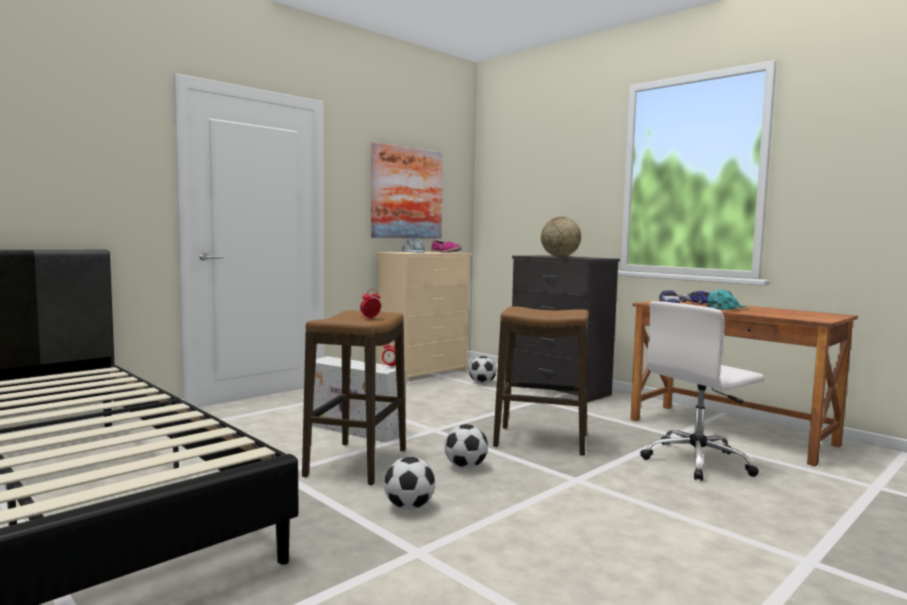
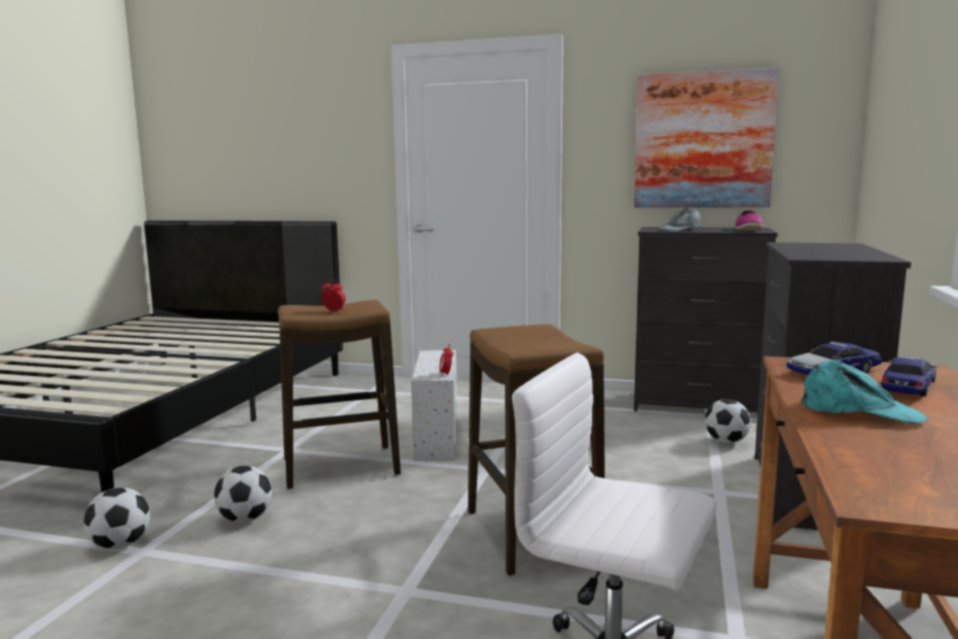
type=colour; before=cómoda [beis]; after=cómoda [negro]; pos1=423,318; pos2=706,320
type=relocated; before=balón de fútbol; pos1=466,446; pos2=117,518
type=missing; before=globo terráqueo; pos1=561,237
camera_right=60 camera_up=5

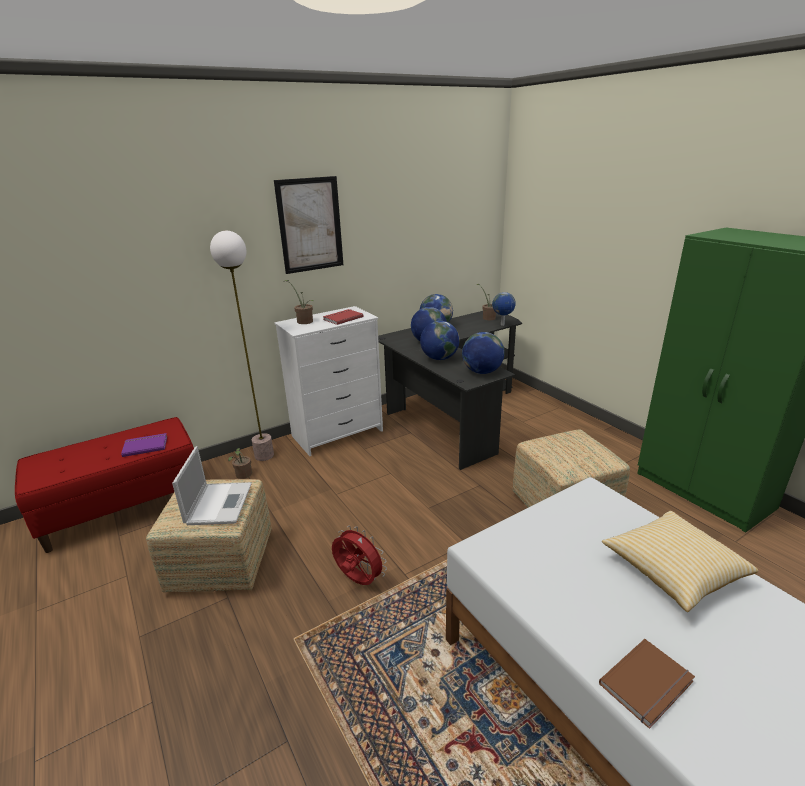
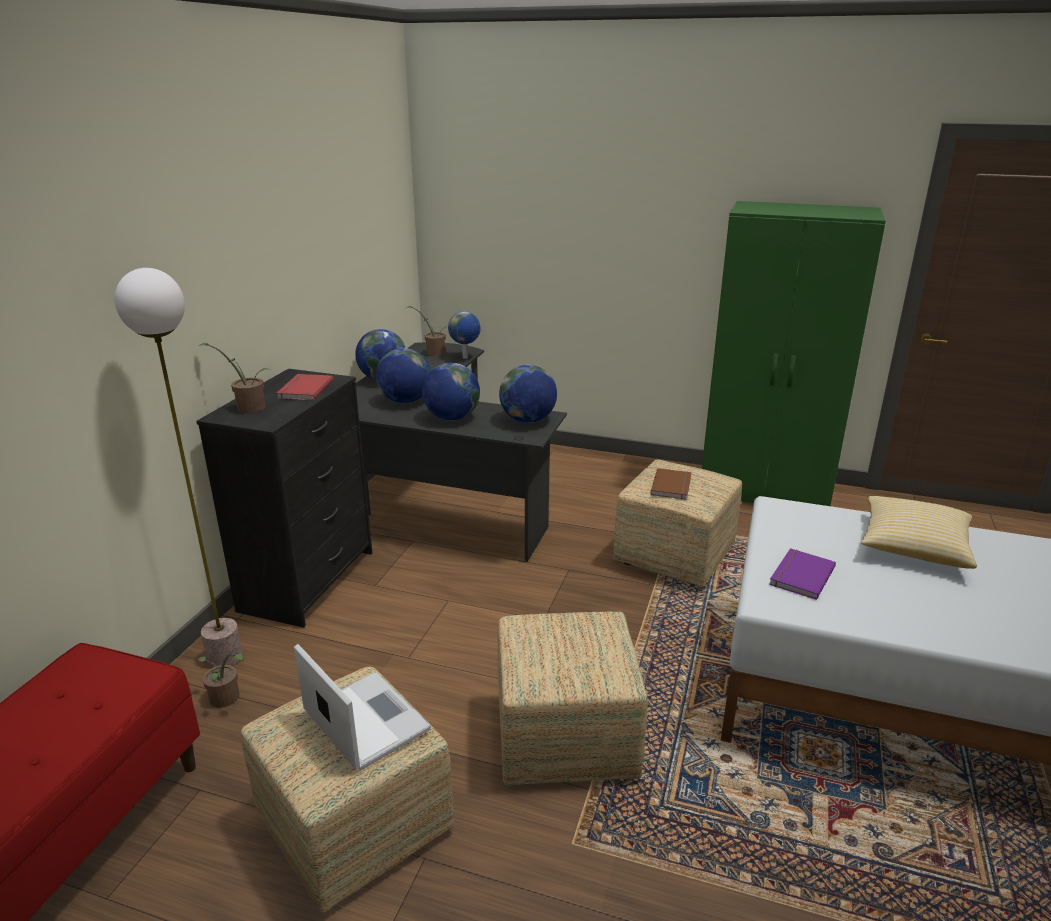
type=relocated; before=libro [morado]; pos1=144,445; pos2=802,574
type=missing; before=cuadro; pos1=308,225
type=colour; before=cómoda [blanco]; after=cómoda [negro]; pos1=328,381; pos2=284,498
type=exchanged; before=ventilador [rojo]; after=puf; pos1=359,555; pos2=572,698
type=relocated; before=libro [marrón]; pos1=647,684; pos2=671,484
camera_right=-40 camera_up=0

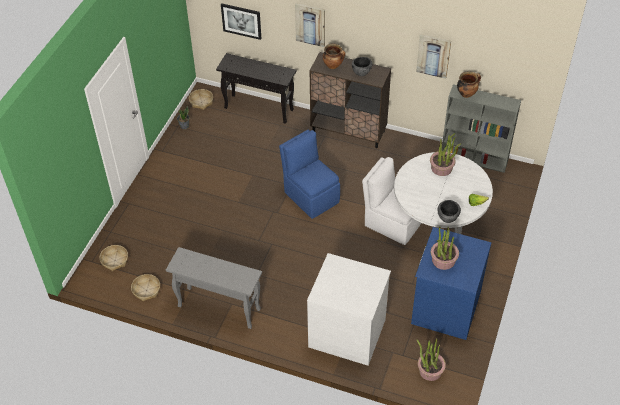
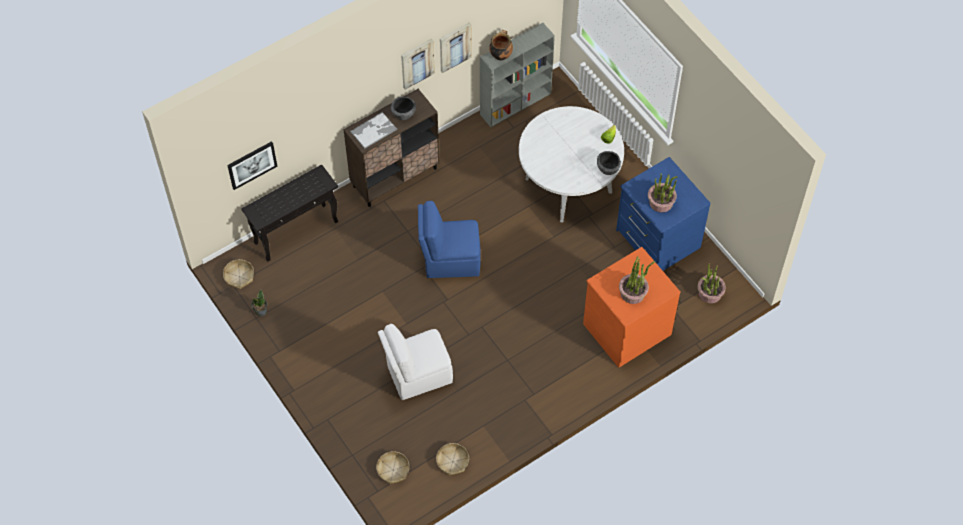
type=missing; before=mesa consola [gris]; pos1=214,288
type=relocated; before=cuadro; pos1=310,25; pos2=418,64
type=colour; before=cómoda [blanco]; after=cómoda [naranja]; pos1=349,309; pos2=632,307
type=exchanged; before=olla; after=bandeja; pos1=334,56; pos2=373,130
type=relocated; before=silla [blanco]; pos1=391,201; pos2=415,362
type=relocated; before=planta en maceta; pos1=445,154; pos2=637,280
camera_right=-55 camera_up=10

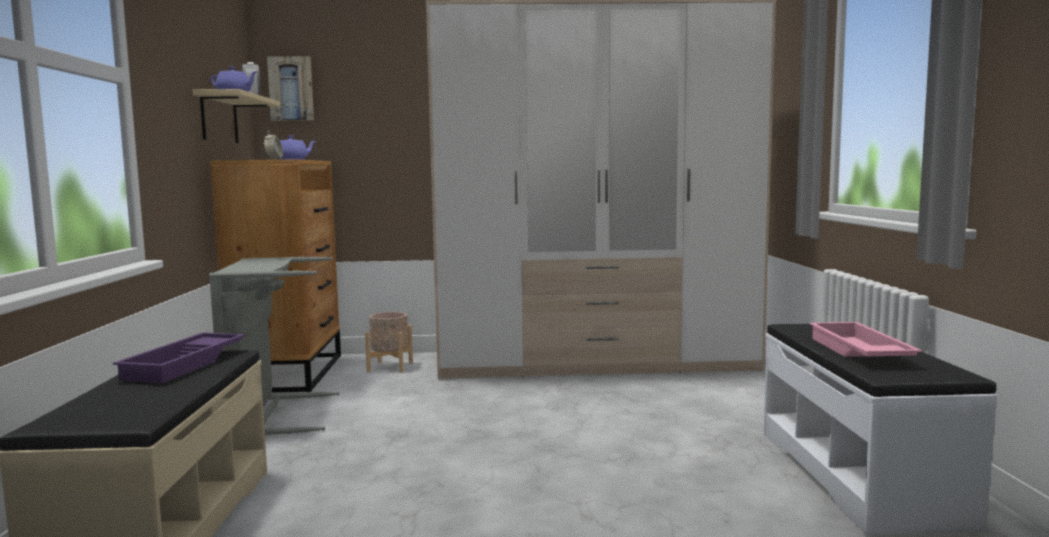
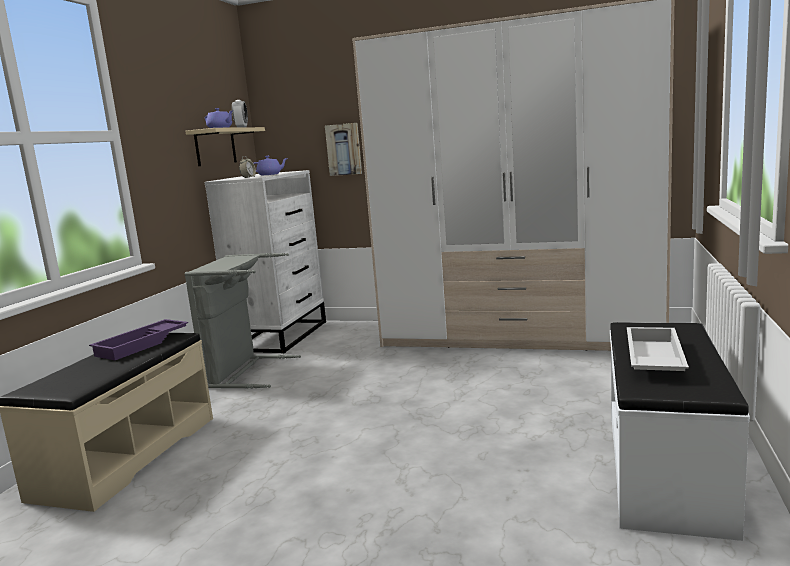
type=colour; before=cómoda [marrón]; after=cómoda [blanco]; pos1=275,276; pos2=265,261
type=relocated; before=cuadro; pos1=290,88; pos2=343,149
type=missing; before=maceta [beis]; pos1=389,342
type=colour; before=bandeja [rosa]; after=bandeja [blanco]; pos1=866,339; pos2=658,349
camera_right=20 camera_up=5

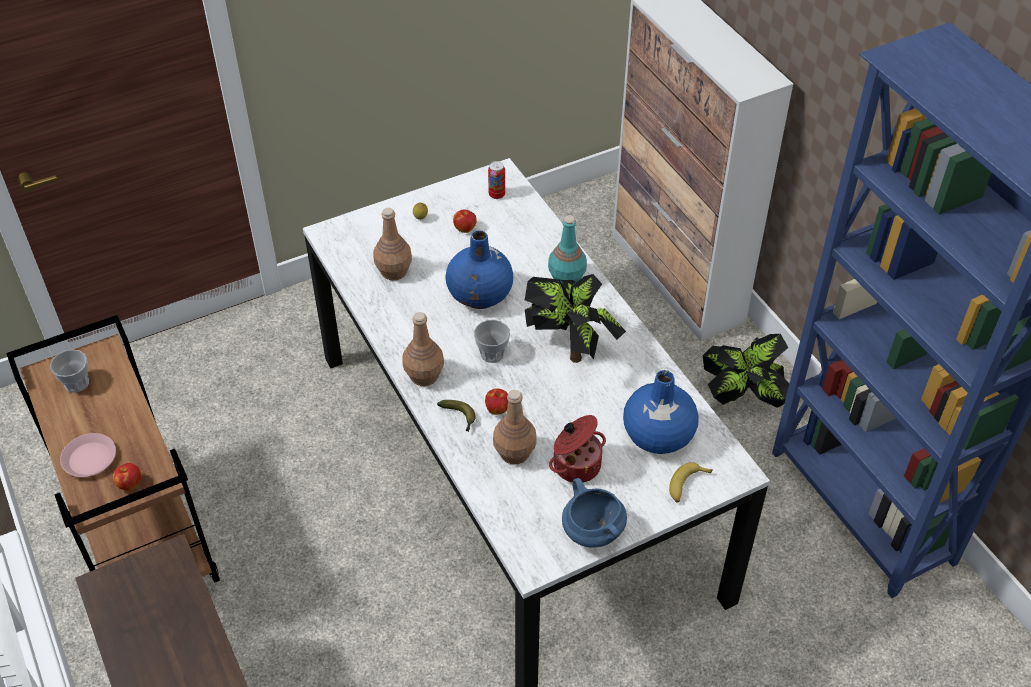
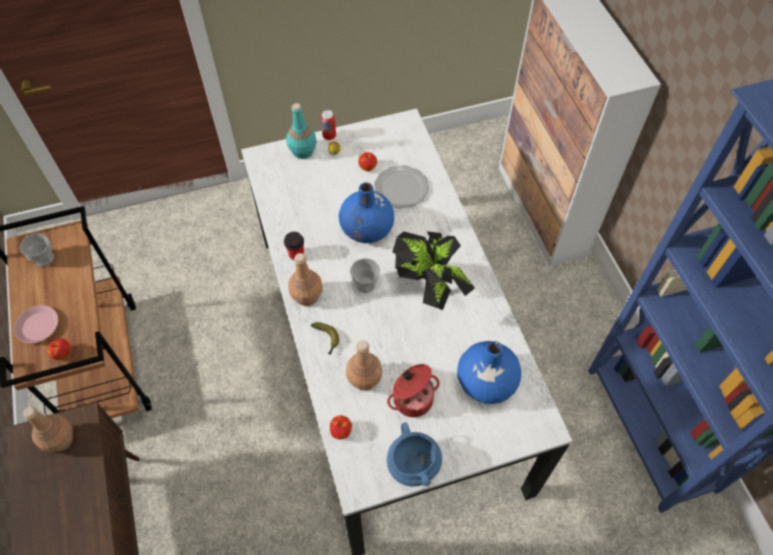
type=relocated; before=botella [marrón]; pos1=392,244; pos2=48,429
type=relocated; before=manzana; pos1=496,401; pos2=341,427
type=relocated; before=lata; pos1=496,180; pos2=328,125
type=relocated; before=botella [turquesa]; pos1=567,249; pos2=301,131
type=missing; before=plátano; pos1=691,482
type=missing; before=planta en maceta; pos1=746,371
type=appeared; after=taza; pos2=294,246
type=appeared; after=plato; pos2=401,186
camera_right=10 camera_up=10

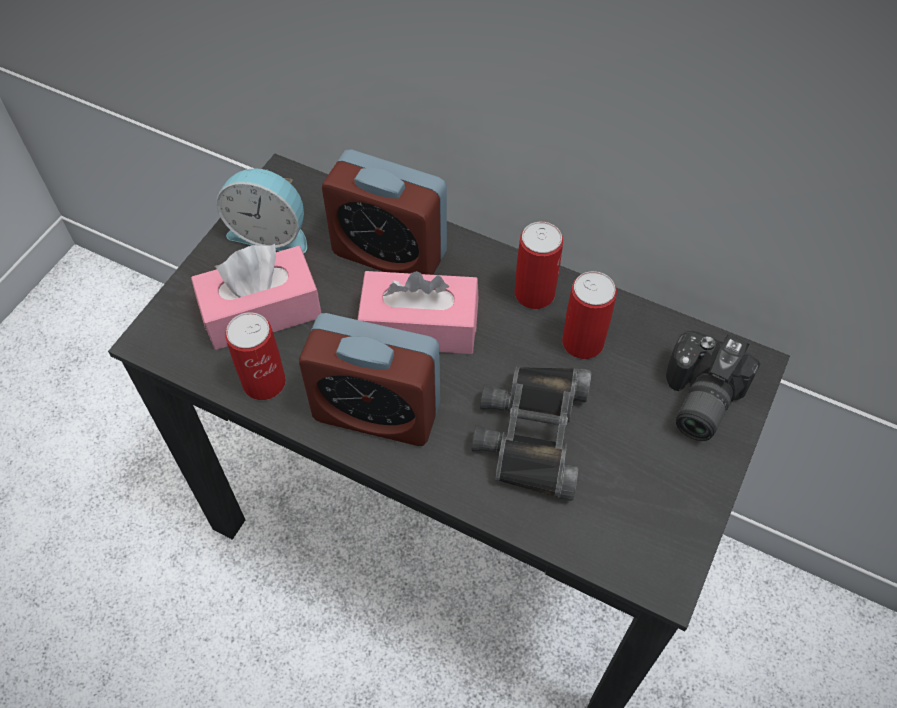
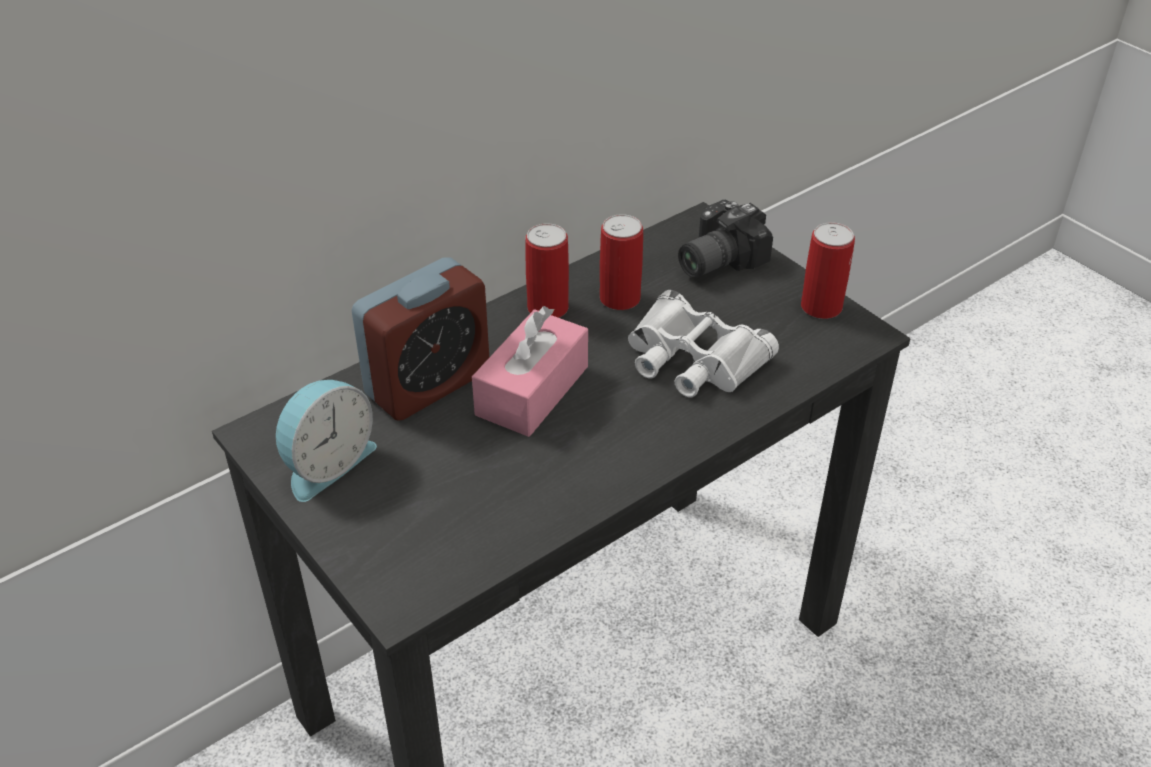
type=missing; before=caja de pañuelos [rosa]; pos1=256,297
type=relocated; before=lata; pos1=255,356; pos2=828,270
type=missing; before=despertador; pos1=369,379
type=colour; before=prismáticos [negro]; after=prismáticos [blanco]; pos1=532,433; pos2=703,343
type=spun; before=cámara; pos1=713,386; pos2=725,238; turn=90
camera_right=-65 camera_up=-15

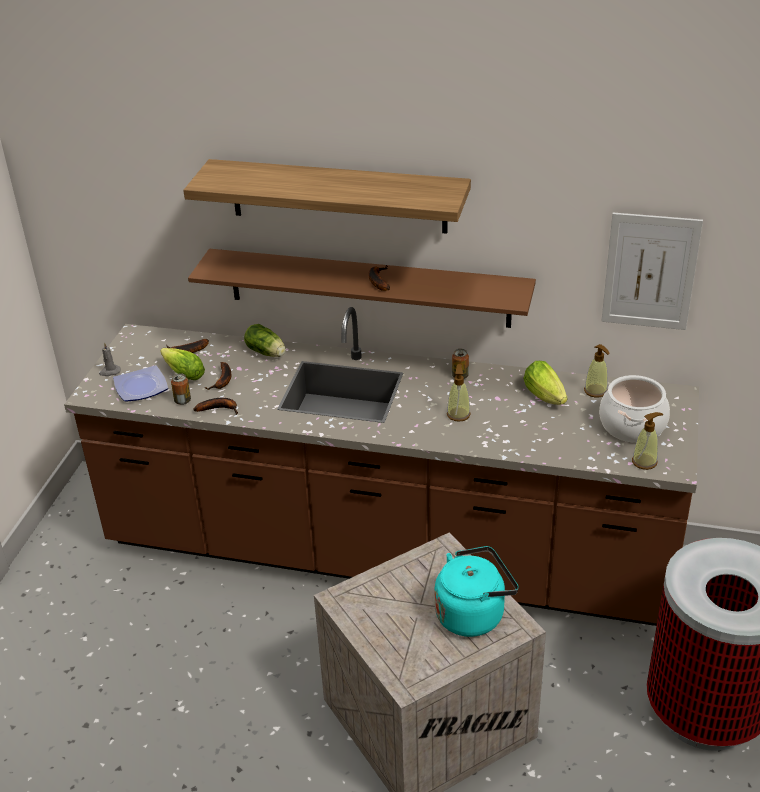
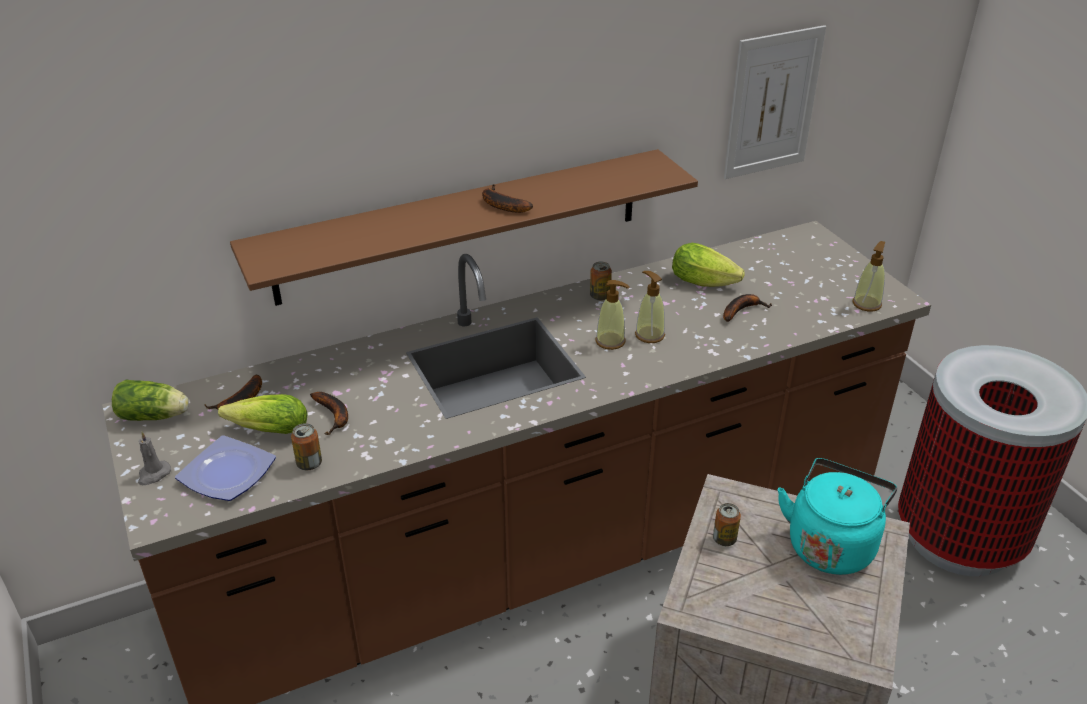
type=missing; before=estante; pos1=327,196
type=relocated; before=plátano; pos1=215,406; pos2=747,308
type=relocated; before=lechuga; pos1=264,340; pos2=150,400
type=relocated; before=dispensador de jabón; pos1=597,370; pos2=612,315
type=missing; before=olla; pos1=634,409
type=appeared; after=lata; pos2=727,524
camera_right=-40 camera_up=0

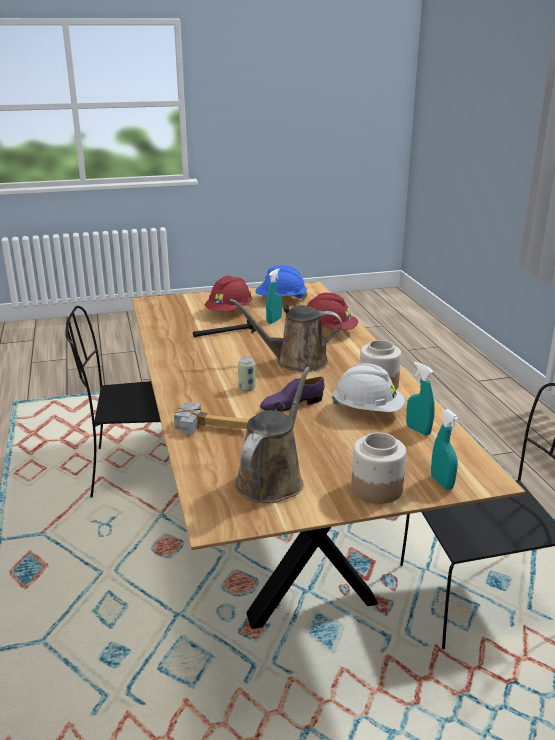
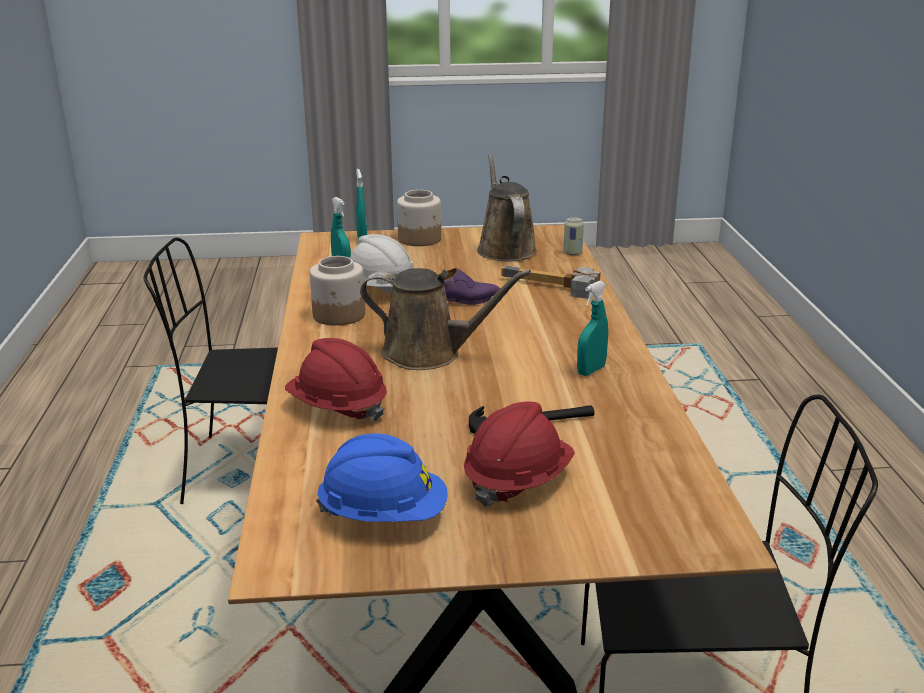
type=spun; before=regadera [marrón]; pos1=272,435; pos2=507,207; turn=135
type=relocated; before=lata; pos1=246,374; pos2=573,236
type=relocated; before=pulverizador [turquesa]; pos1=274,296; pos2=592,328
camera_right=-170 camera_up=0

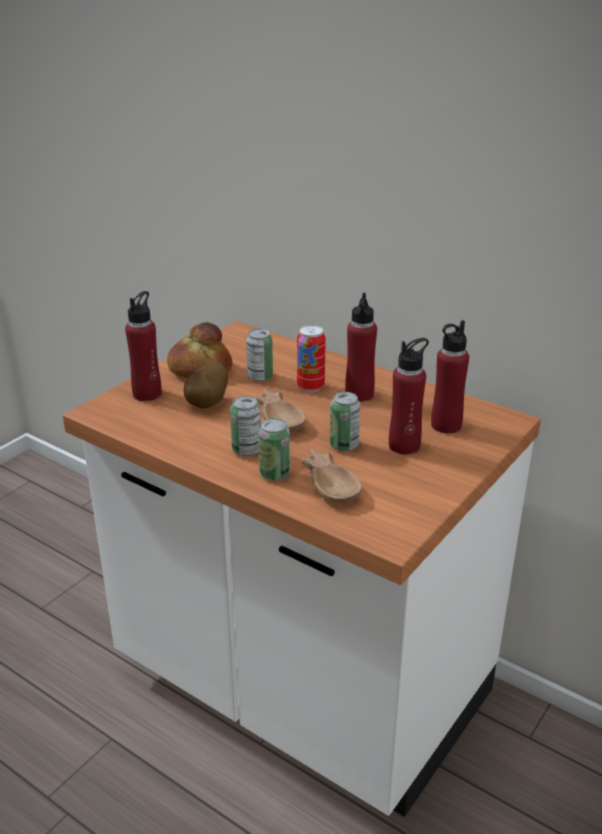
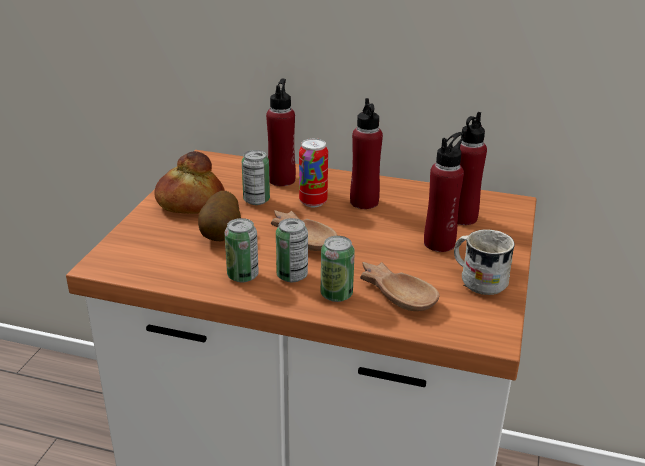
type=relocated; before=botella [rojo]; pos1=143,346; pos2=281,132
type=relocated; before=lata; pos1=345,422; pos2=242,250
type=appeared; after=taza grande [blanco]; pos2=484,262
camera_right=-20 camera_up=0

